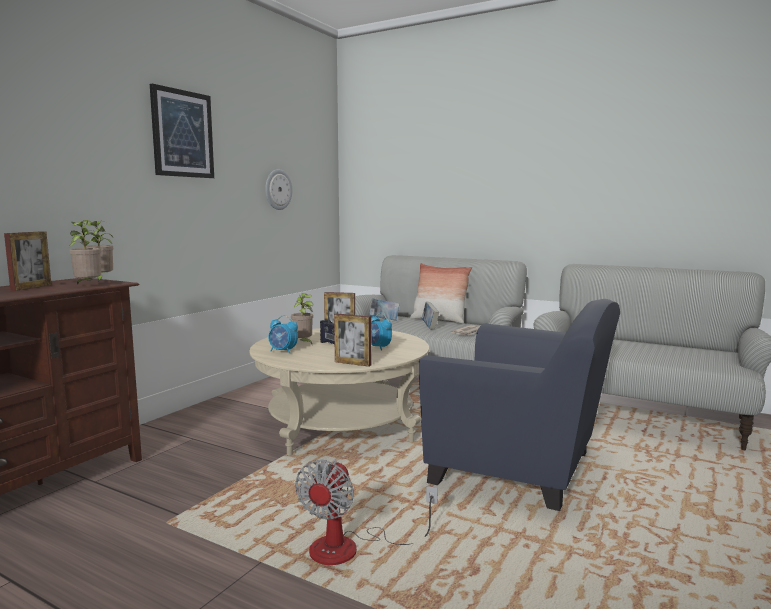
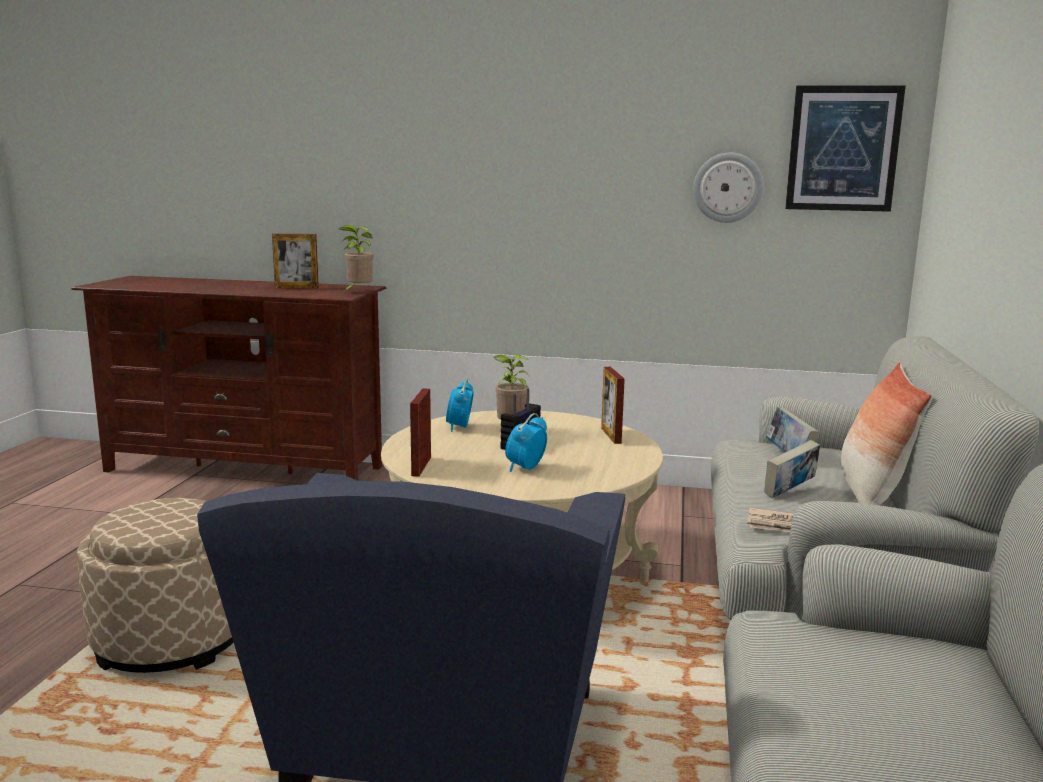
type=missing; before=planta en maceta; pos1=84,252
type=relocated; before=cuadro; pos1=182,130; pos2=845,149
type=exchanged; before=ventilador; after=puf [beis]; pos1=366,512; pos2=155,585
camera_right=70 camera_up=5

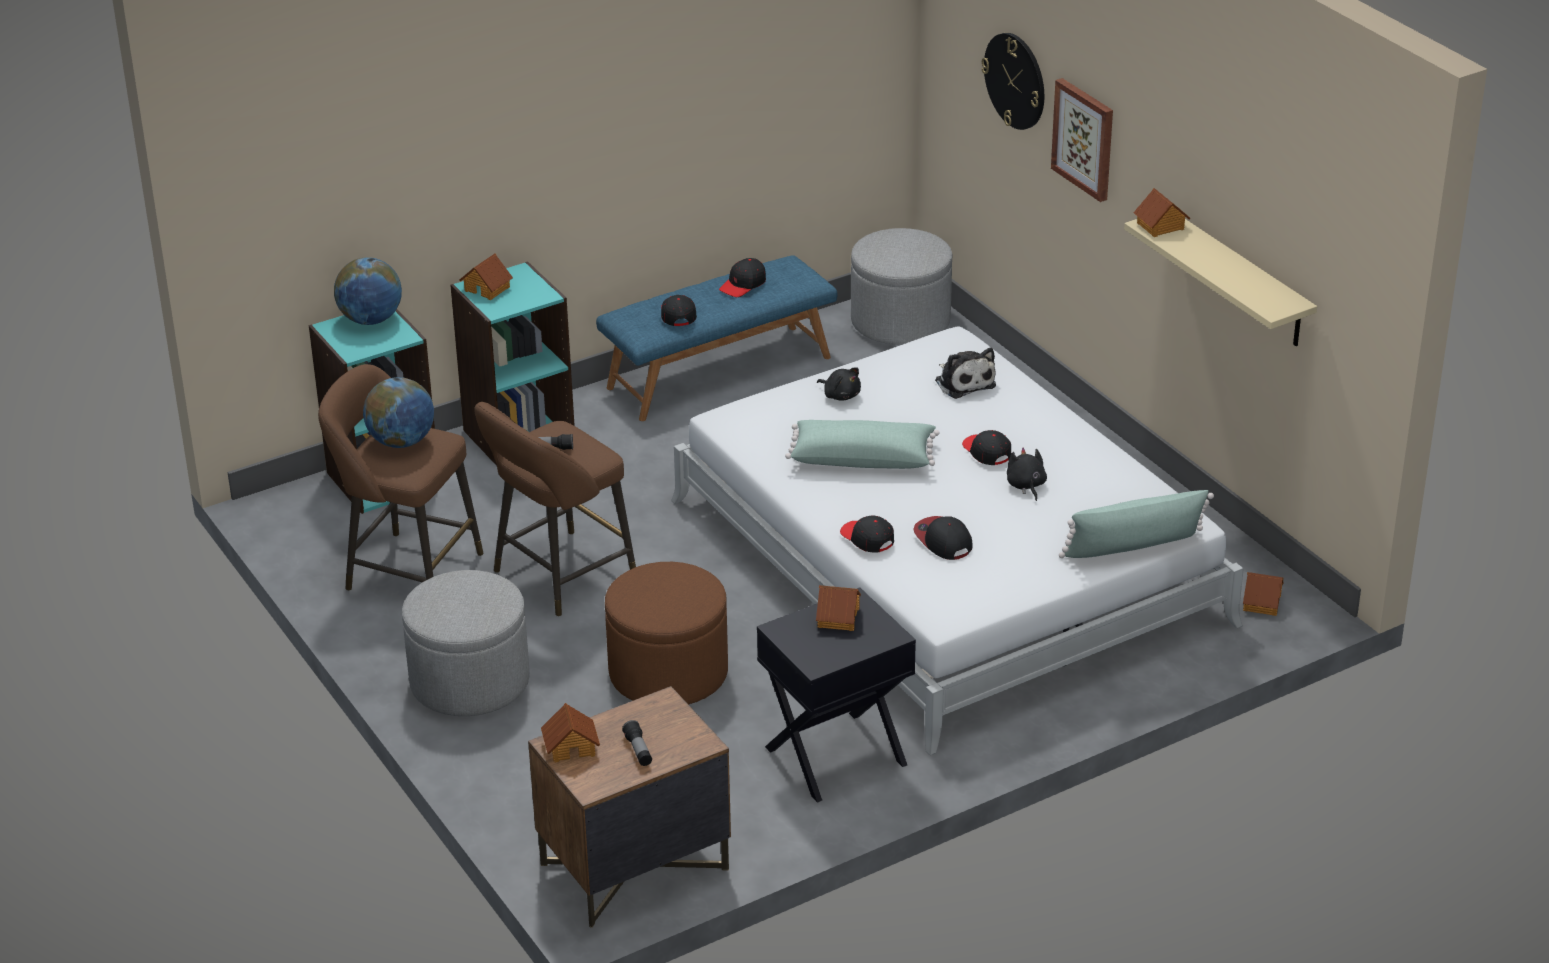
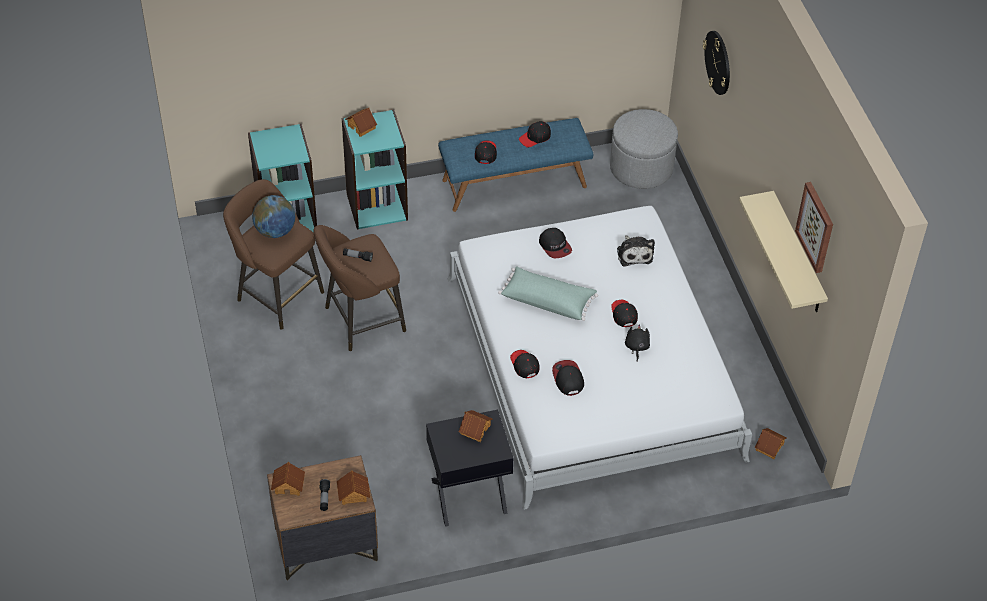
type=missing; before=globo terráqueo; pos1=368,291
type=missing; before=puf [gris]; pos1=466,643
type=missing; before=puf [marrón]; pos1=666,633
type=exchanged; before=peluche [negro]; after=gorra; pos1=839,384; pos2=555,243
type=relocated; before=cuadro; pos1=1082,140; pos2=814,227
type=missing; before=cojín [verde]; pos1=1136,524
type=relocated; before=casita; pos1=1162,212; pos2=353,487
camera_right=15 camera_up=15

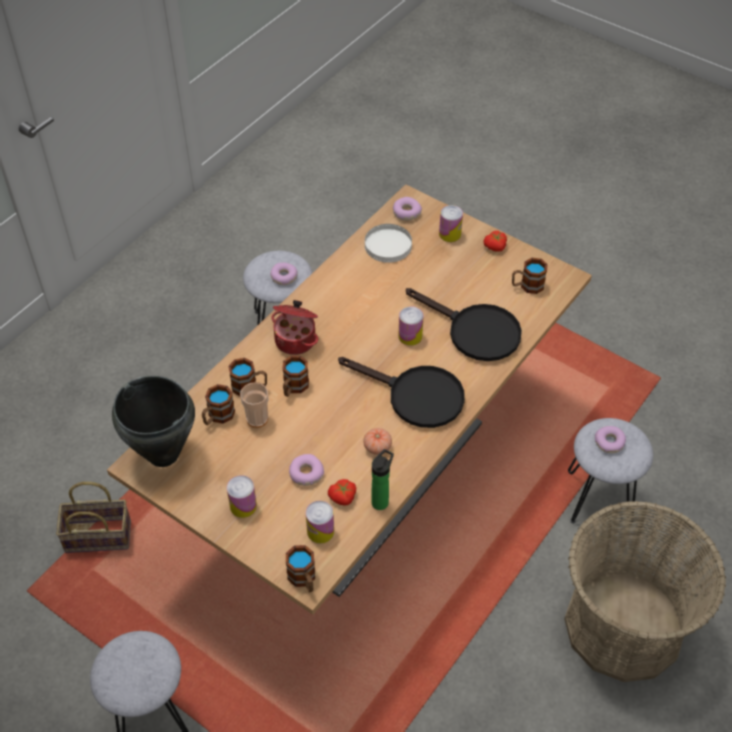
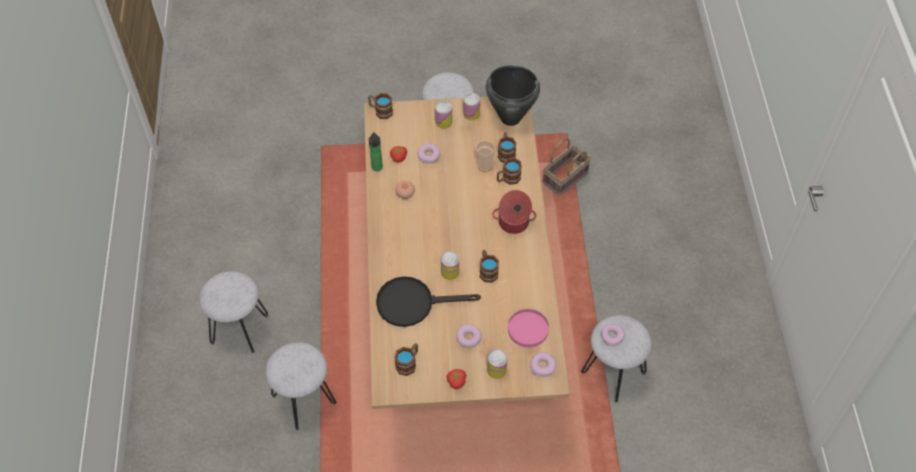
type=relocated; before=taza grande; pos1=295,376; pos2=489,266
type=relocated; before=lata; pos1=320,522; pos2=471,106
type=missing; before=sartén [negro]; pos1=401,392
type=colour; before=plato [blanco]; after=plato [rosa]; pos1=388,243; pos2=528,328
type=exchanged; before=cesta; after=taburete [gris]; pos1=645,591; pos2=233,312
type=relocated; before=rosquilla; pos1=610,439; pos2=469,336
camera_right=140 camera_up=5

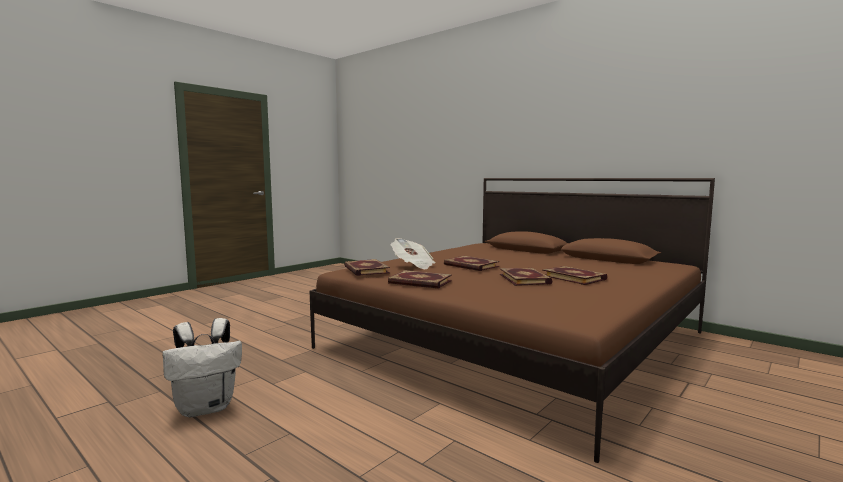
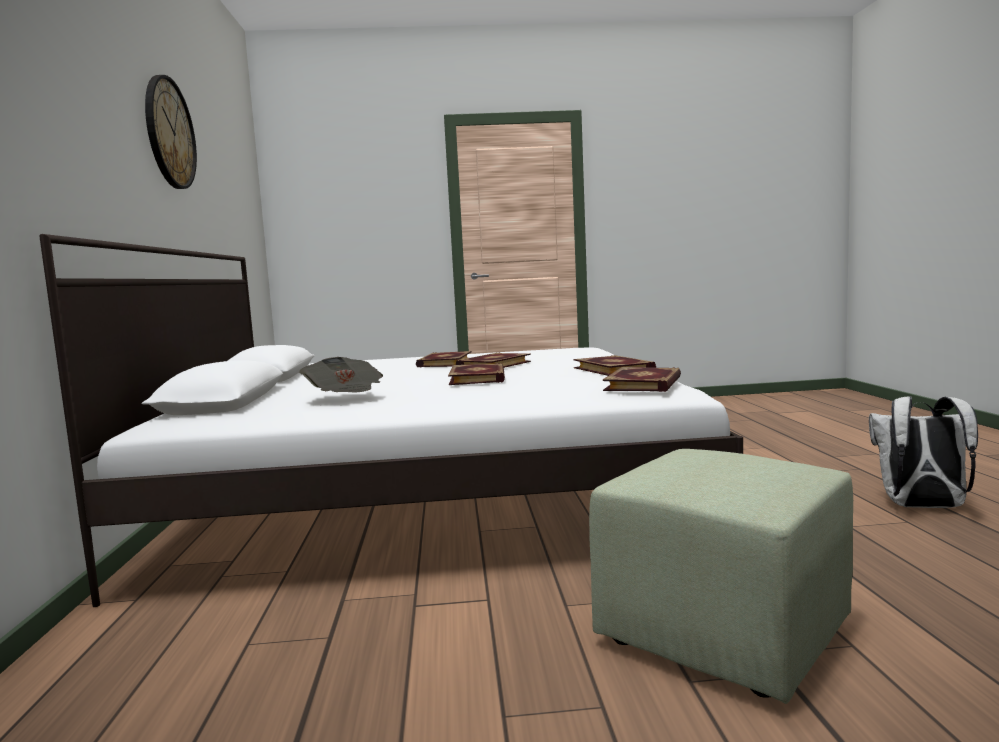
type=colour; before=cama [marrón]; after=cama [blanco]; pos1=512,320; pos2=391,420
type=relocated; before=periódico; pos1=413,253; pos2=341,374
type=appeared; after=reloj de pared; pos2=171,132
type=appeared; after=puf [verde]; pos2=721,576
camera_right=-135 camera_up=0

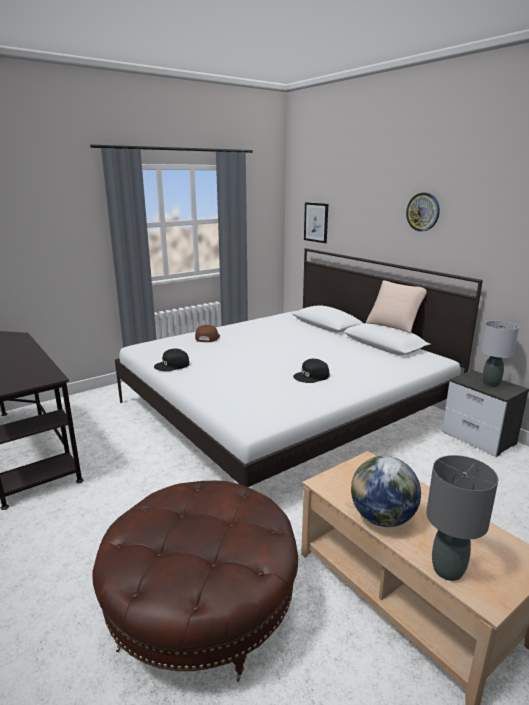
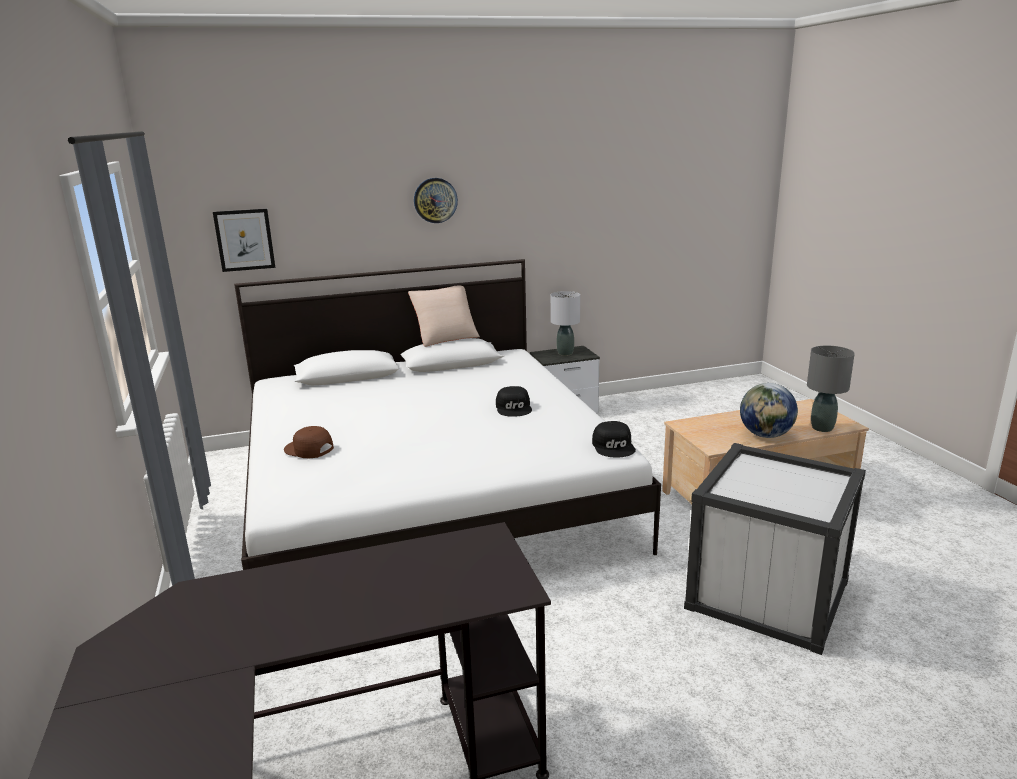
type=exchanged; before=puf [marrón]; after=caja de almacenaje [blanco]; pos1=195,581; pos2=775,549
type=relocated; before=gorra [negro]; pos1=171,360; pos2=614,439
camera_right=-70 camera_up=0

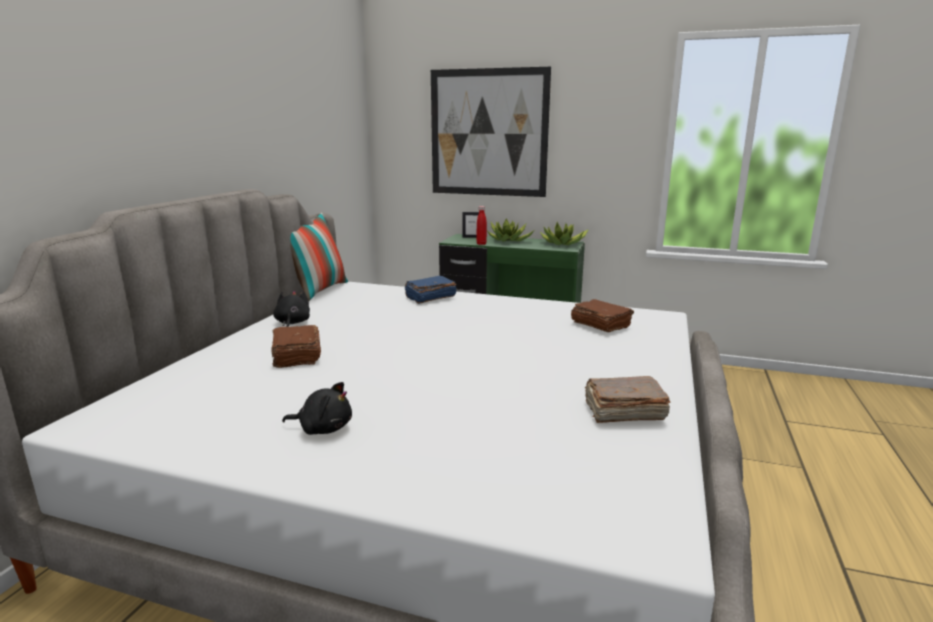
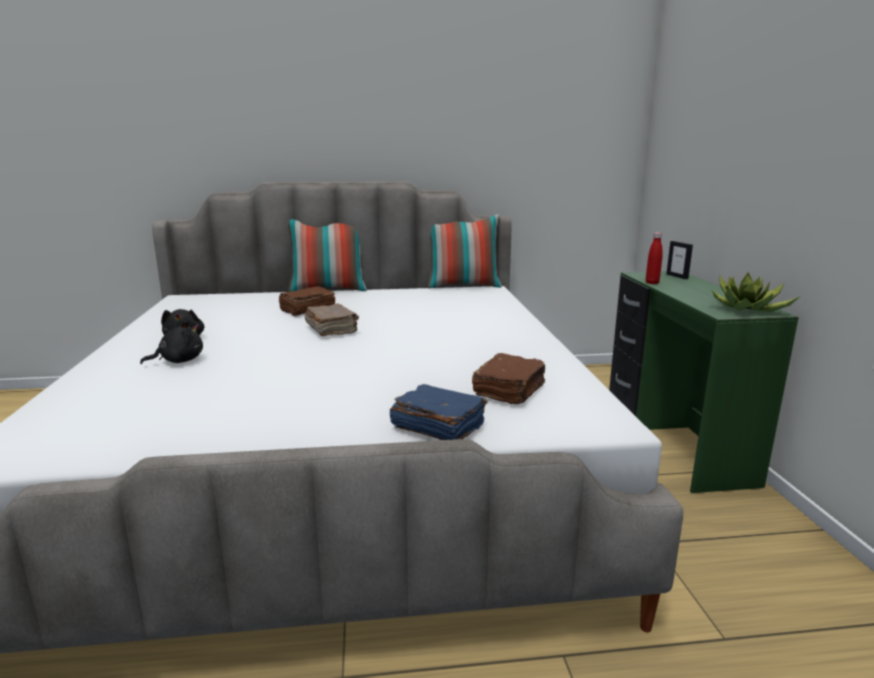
type=relocated; before=peluche [negro]; pos1=291,308; pos2=171,342
type=relocated; before=libro [azul]; pos1=431,290; pos2=438,412
type=missing; before=cuadro; pos1=491,132
type=missing; before=planta en maceta; pos1=510,230
type=relocated; before=libro [marrón]; pos1=627,399; pos2=332,320
type=appeared; after=cojín; pos2=327,255
camera_right=65 camera_up=0

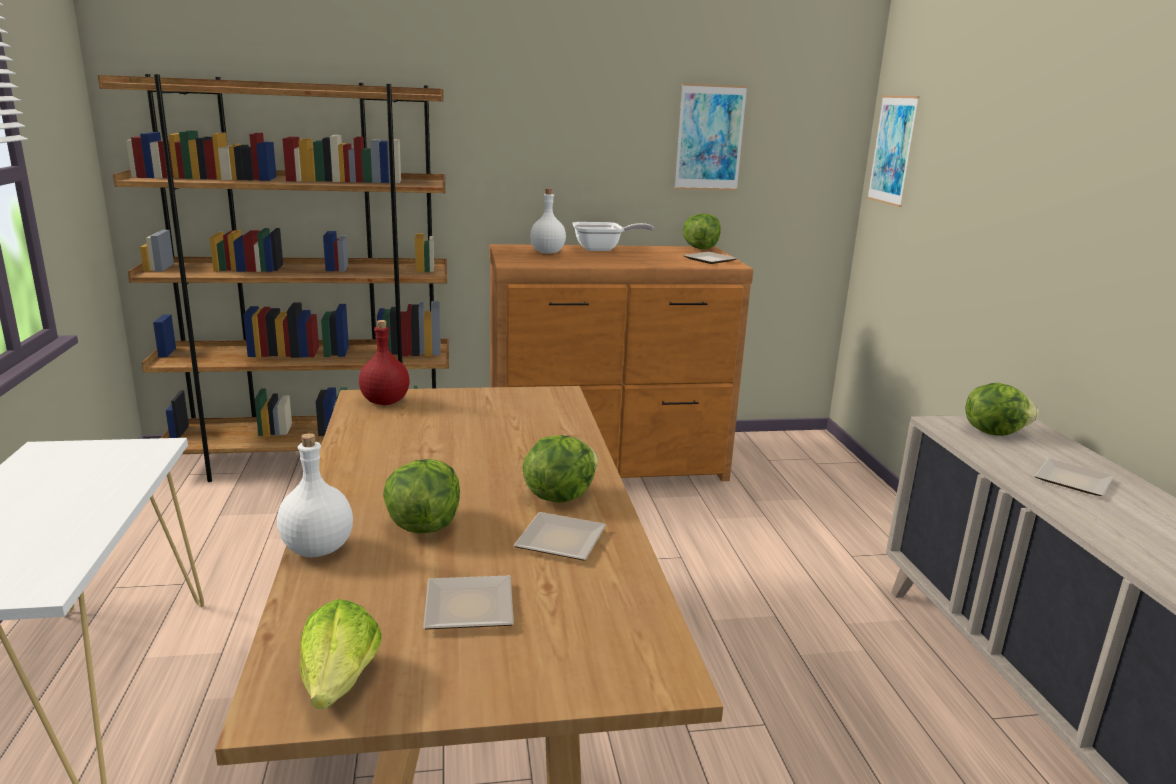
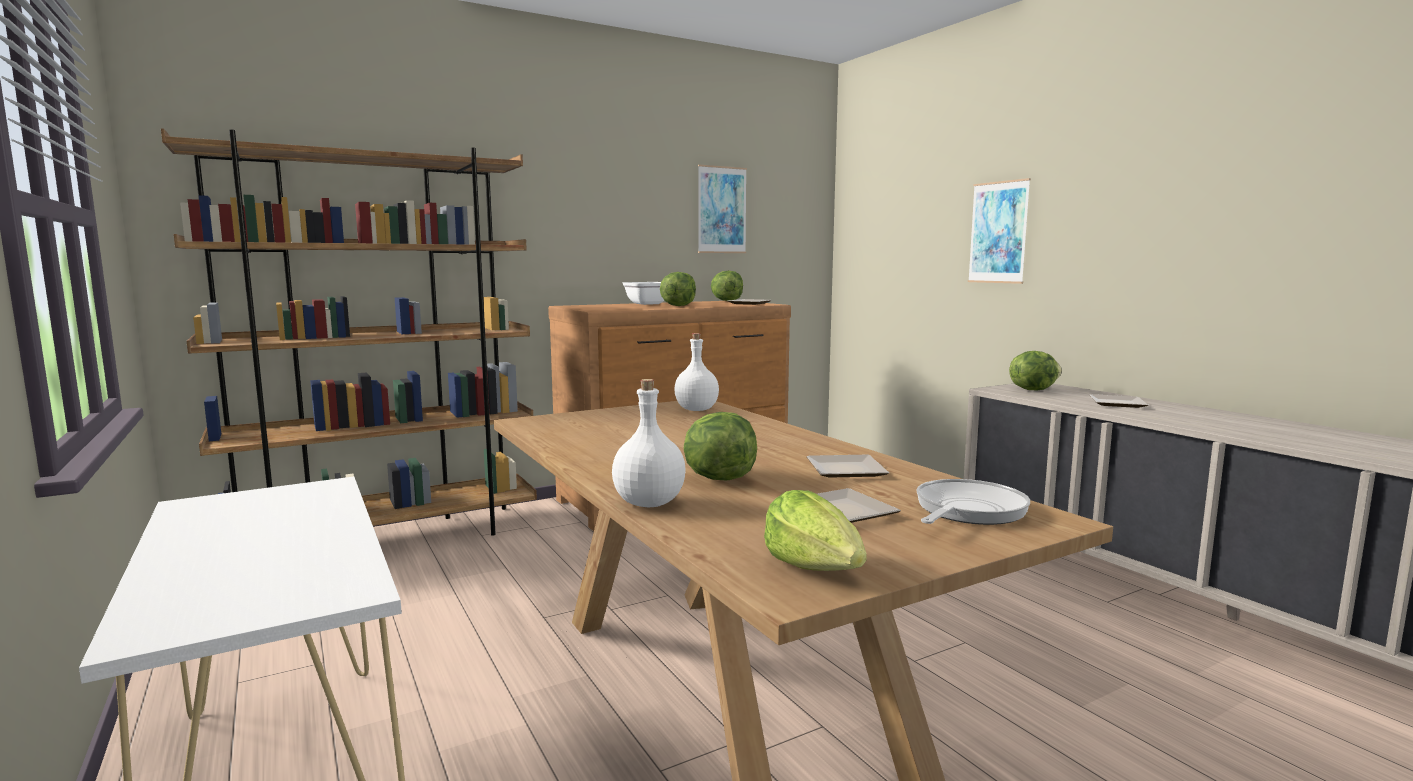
type=missing; before=botella [rojo]; pos1=384,362
type=relocated; before=lechuga; pos1=560,469; pos2=678,289
type=relocated; before=botella [blanco]; pos1=548,221; pos2=696,372
type=relocated; before=cuadro; pos1=893,151; pos2=999,231
type=appeared; after=sartén; pos2=973,502
camera_right=-20 camera_up=-10

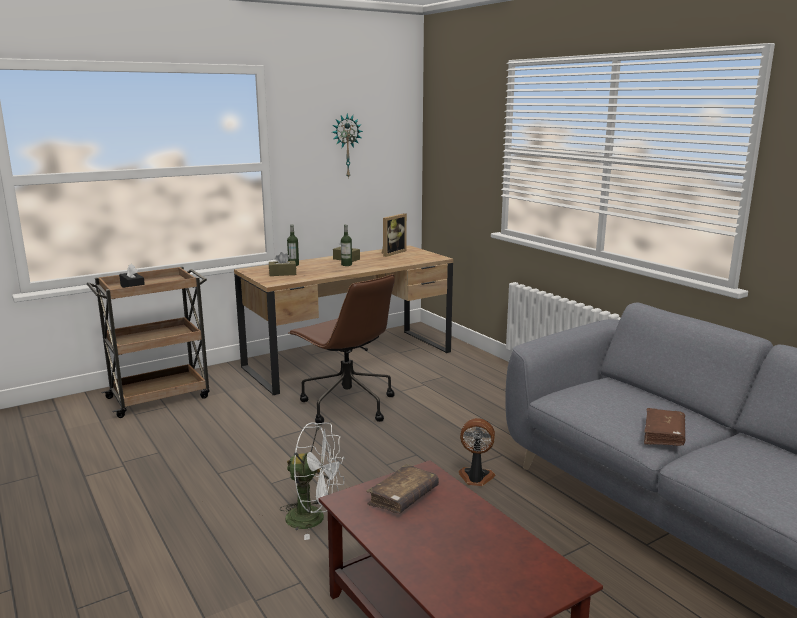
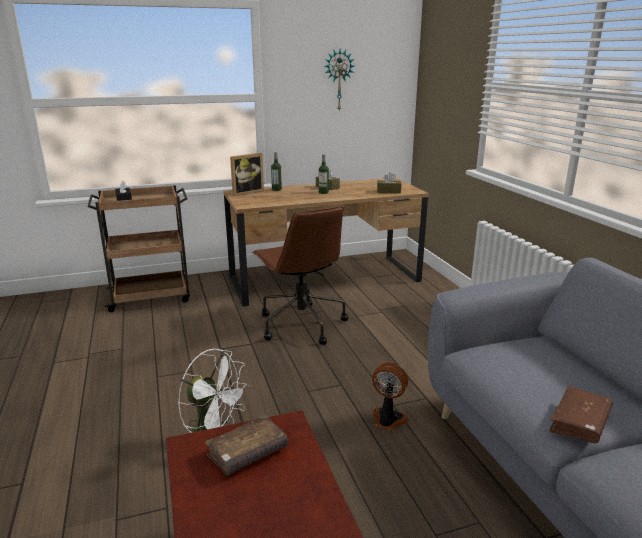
type=relocated; before=caja de pañuelos [marrón]; pos1=282,264; pos2=389,182
type=relocated; before=portarretratos; pos1=394,235; pos2=247,174
camera_right=15 camera_up=5

